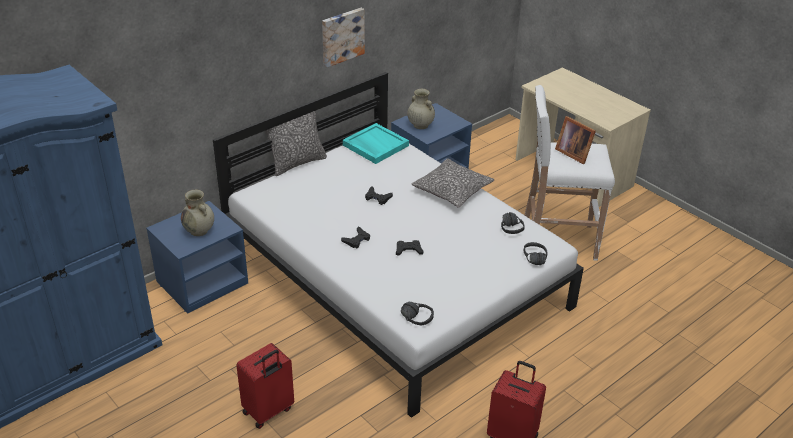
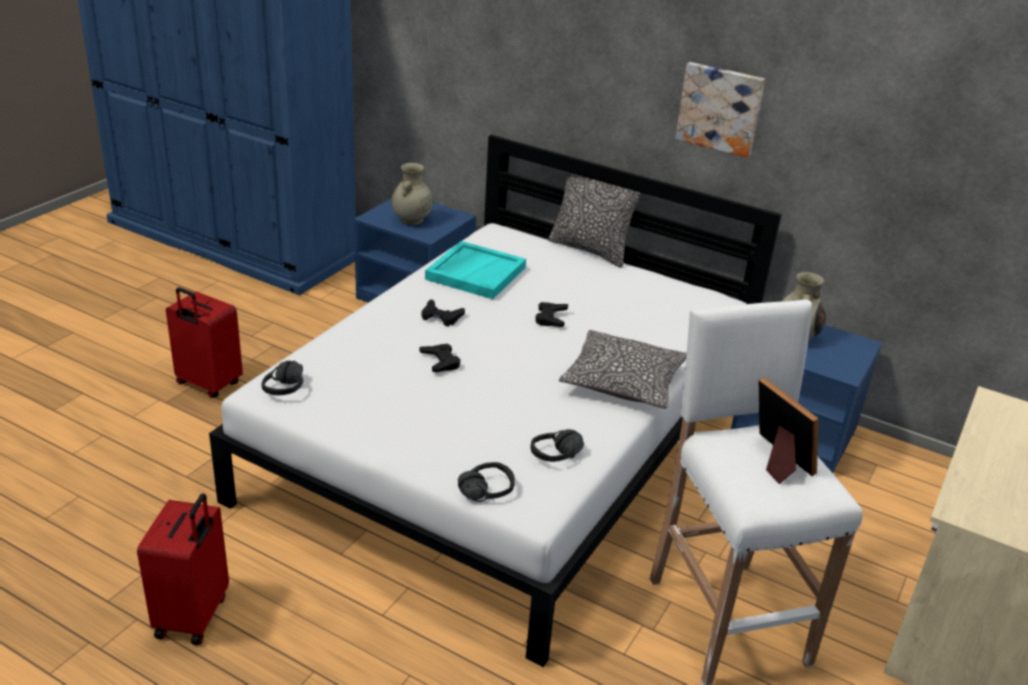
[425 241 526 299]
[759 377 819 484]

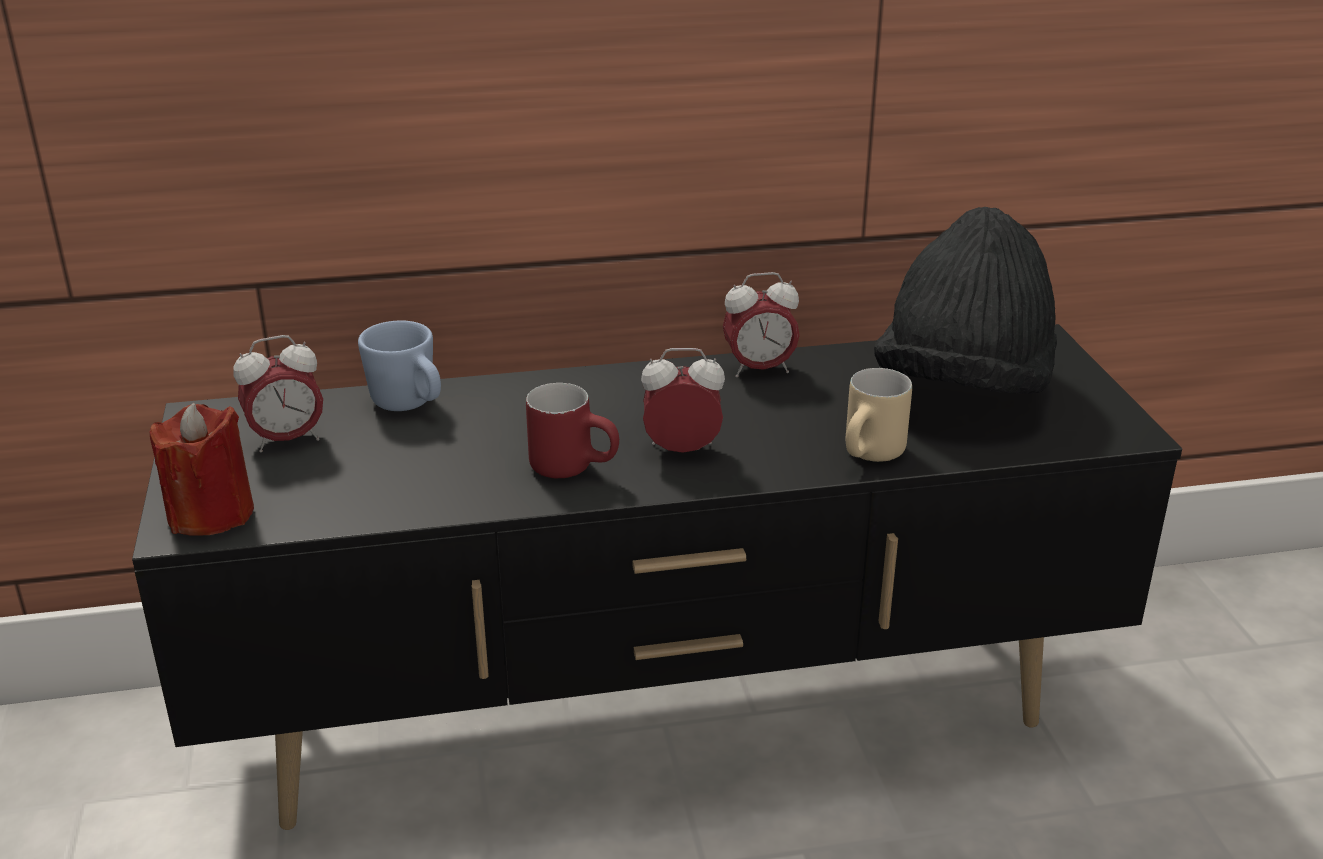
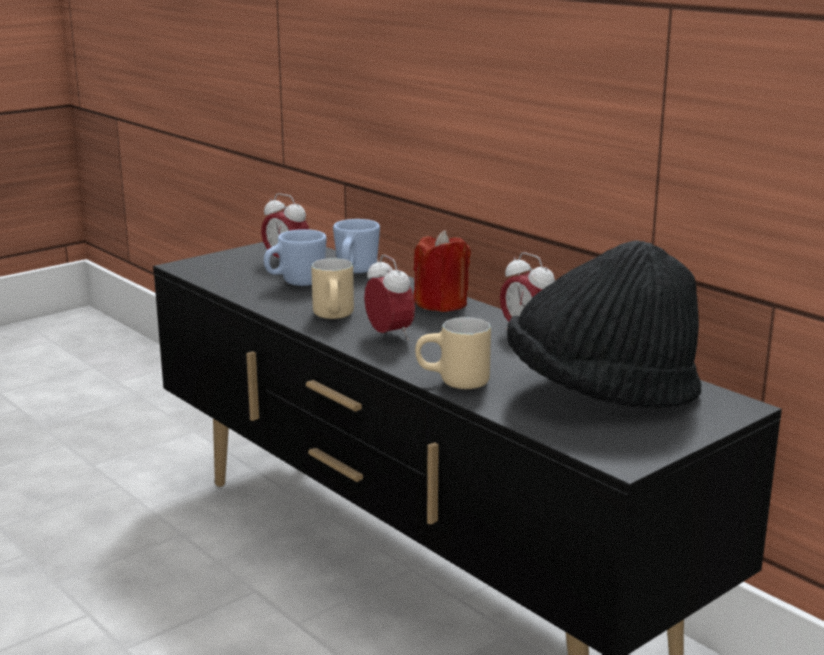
[264 229 327 286]
[414 230 471 312]
[311 258 354 319]

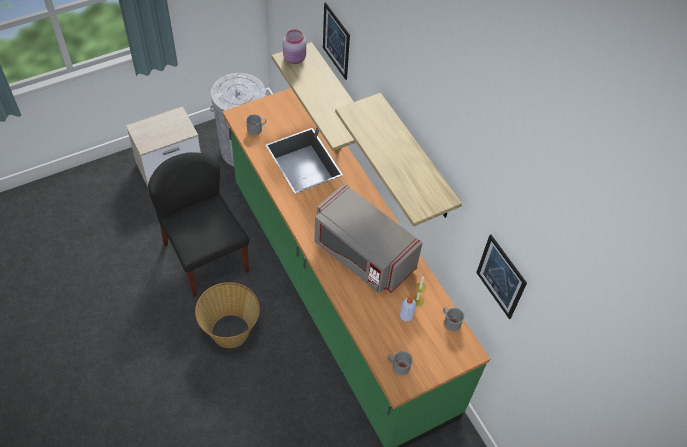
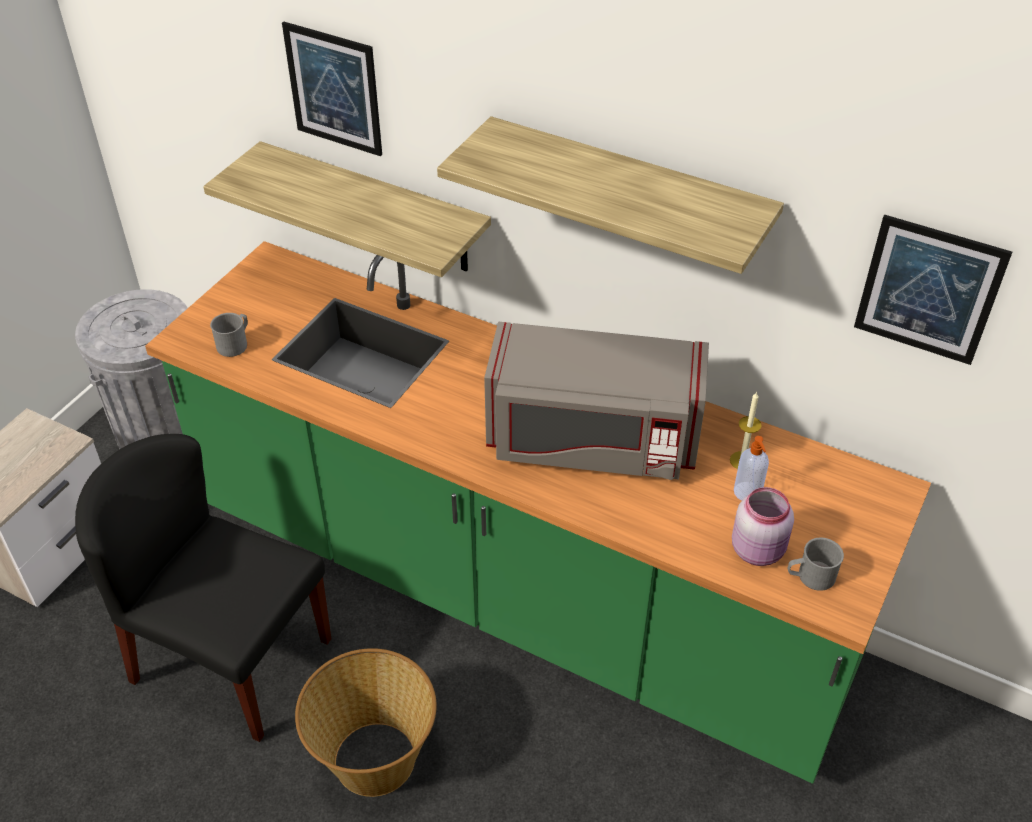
[443 307 464 331] (first image)
[732 487 794 566]

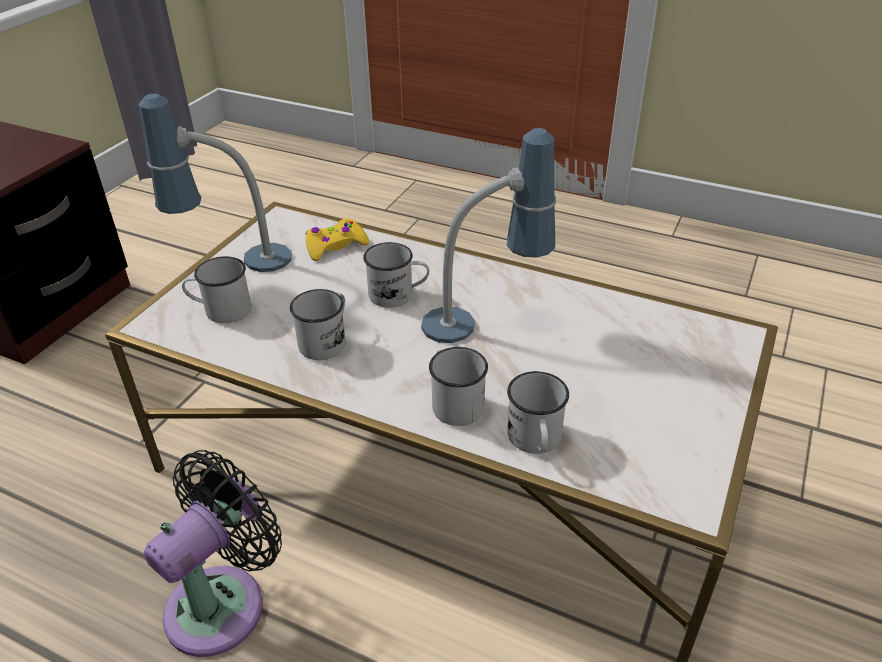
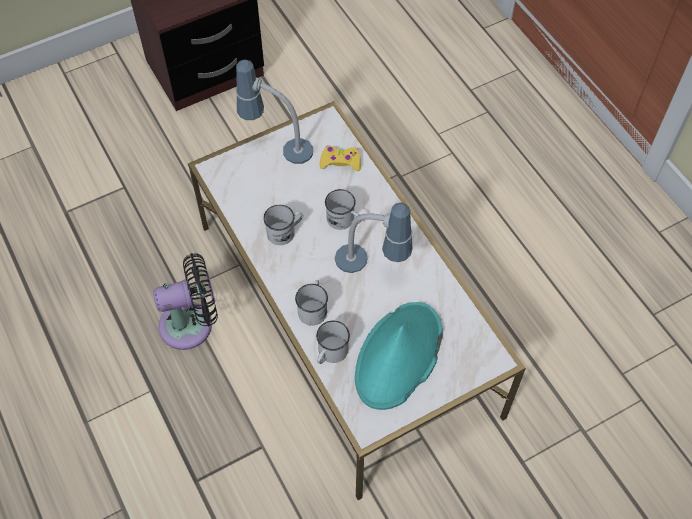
[182 257 251 323] (first image)
[355 302 443 410]

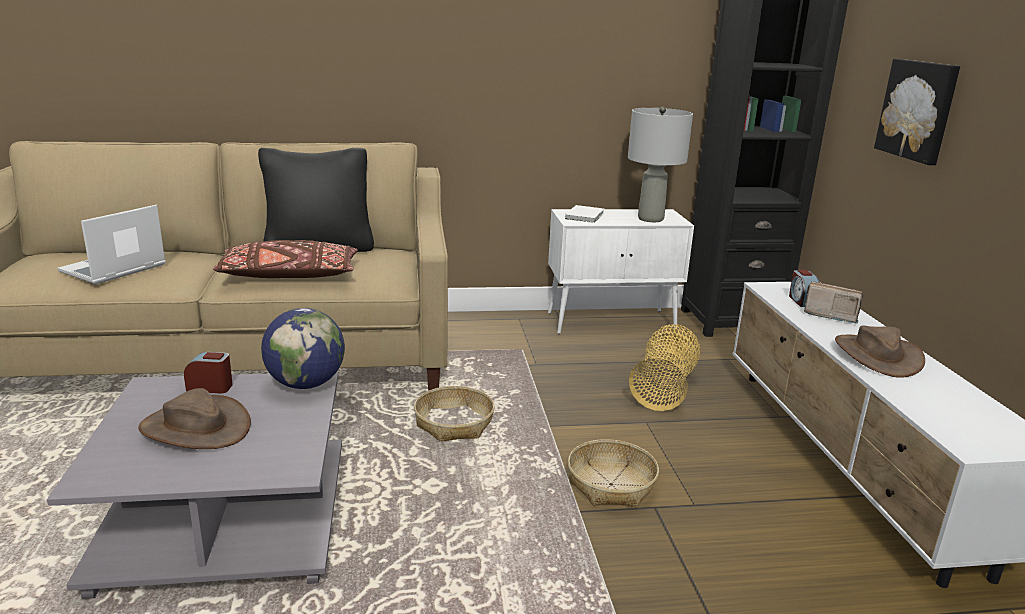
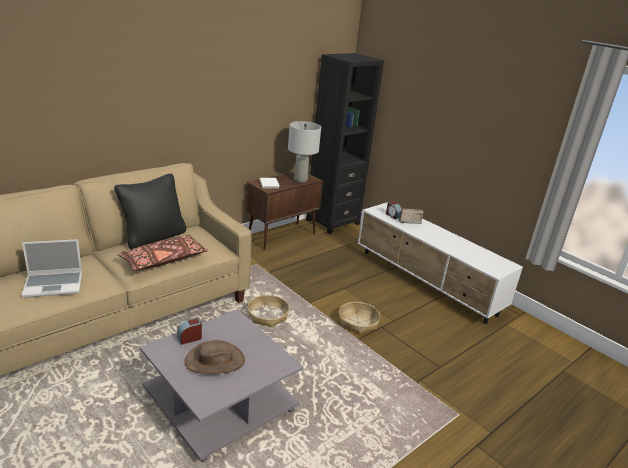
[261 308 345 389] (first image)
[629 324 700 411] (first image)
[835 325 925 378] (first image)
[874 59 960 165] (first image)
[246 172 323 250]
[22 239 82 298]

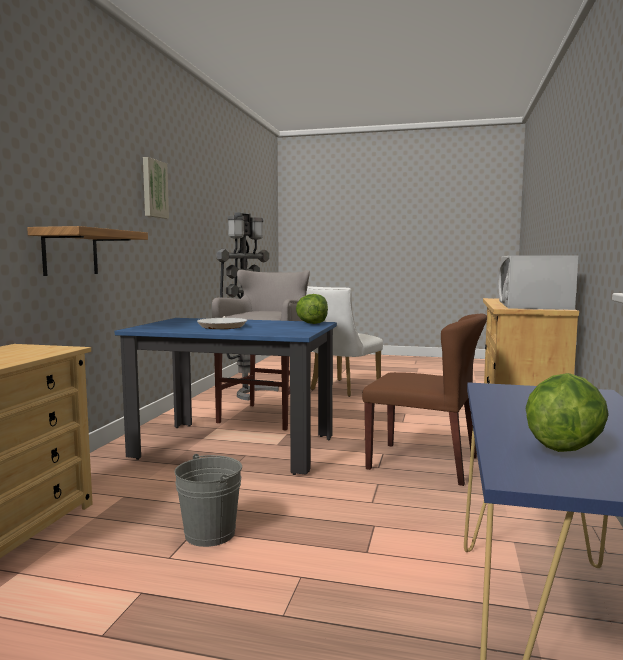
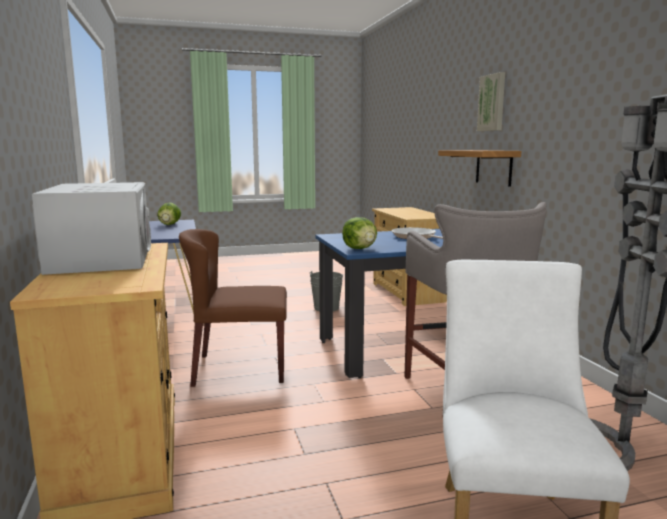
[477 72 505 131]

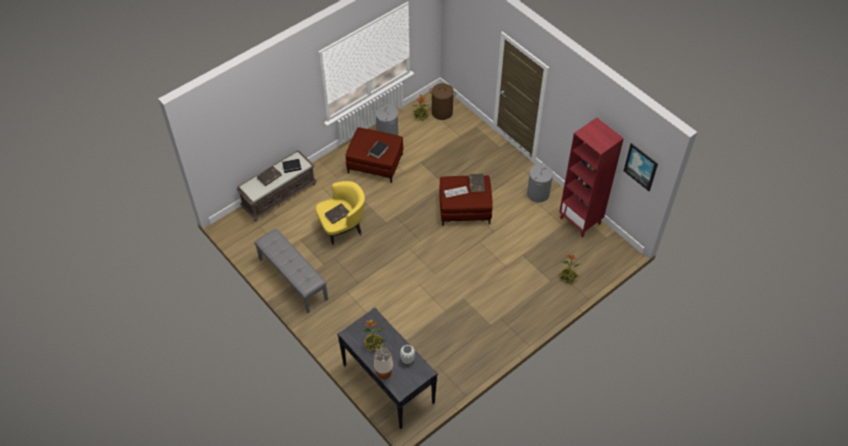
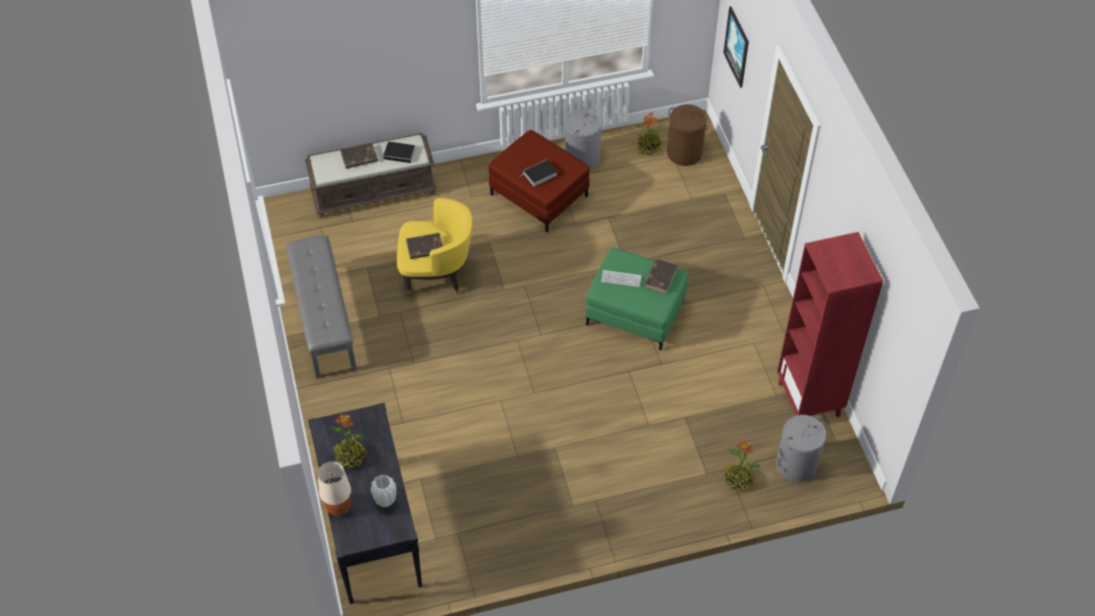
[776 415 826 482]
[723 6 749 88]
[585 248 688 350]

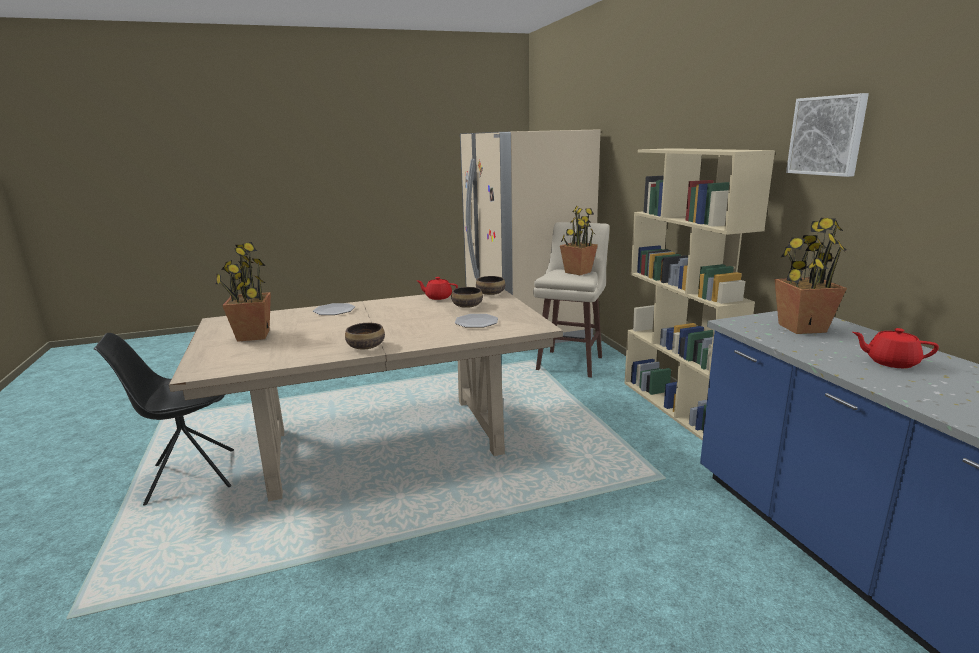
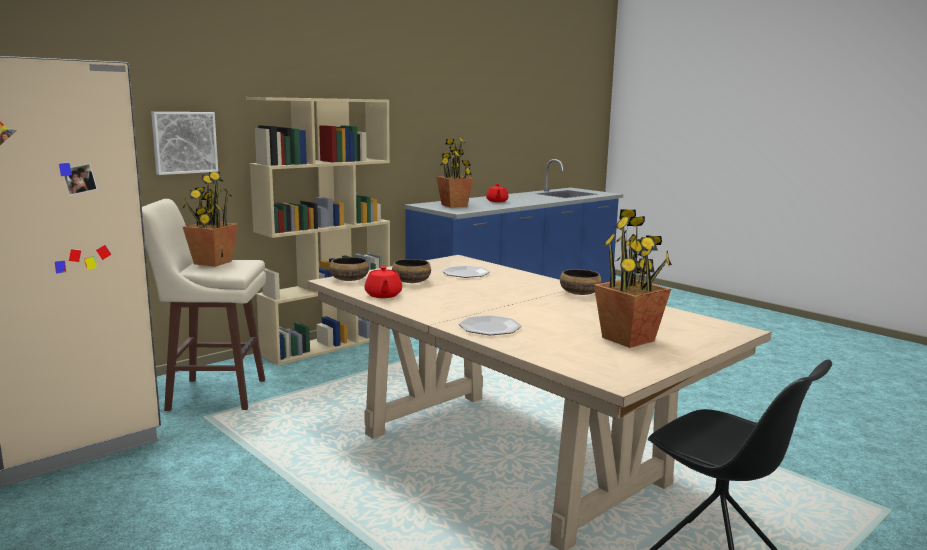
[151 112 218 175]

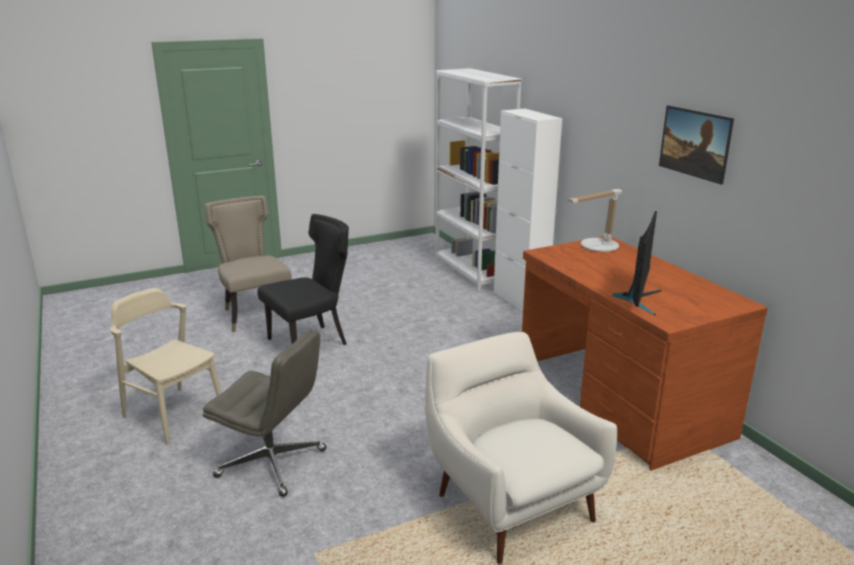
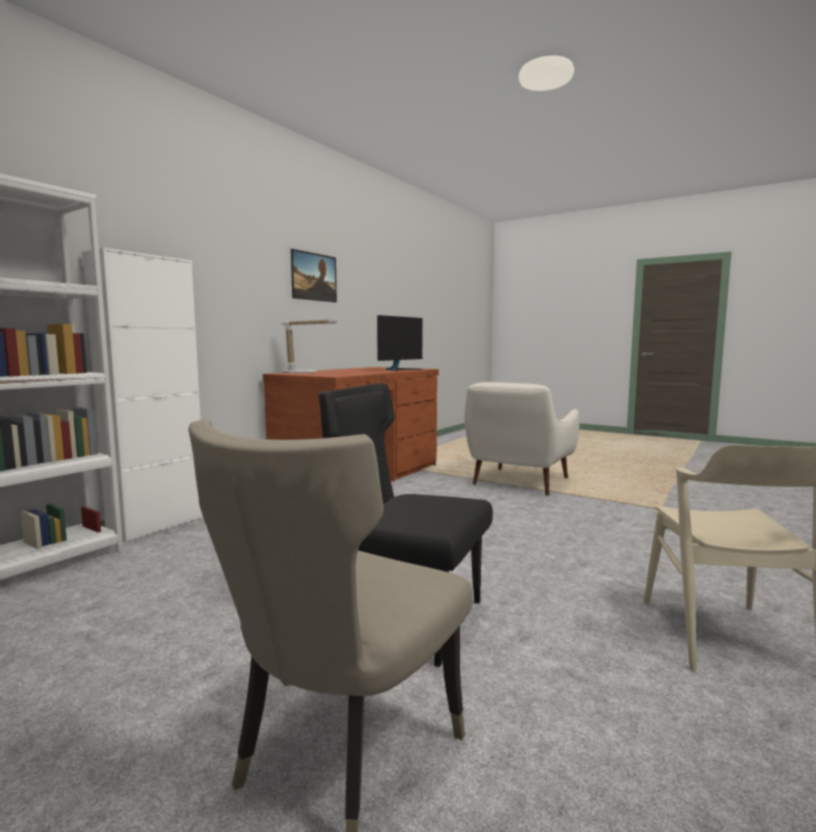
[203 330 327 497] (first image)
[377 315 423 372]

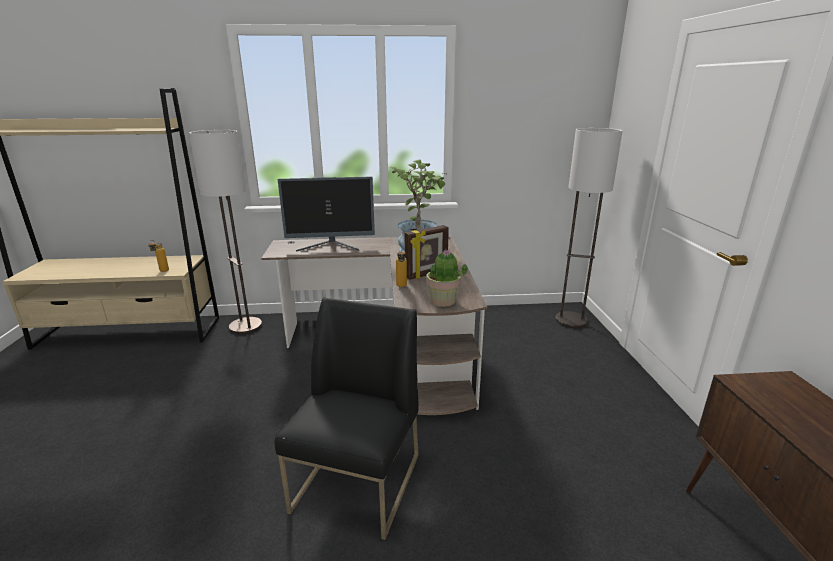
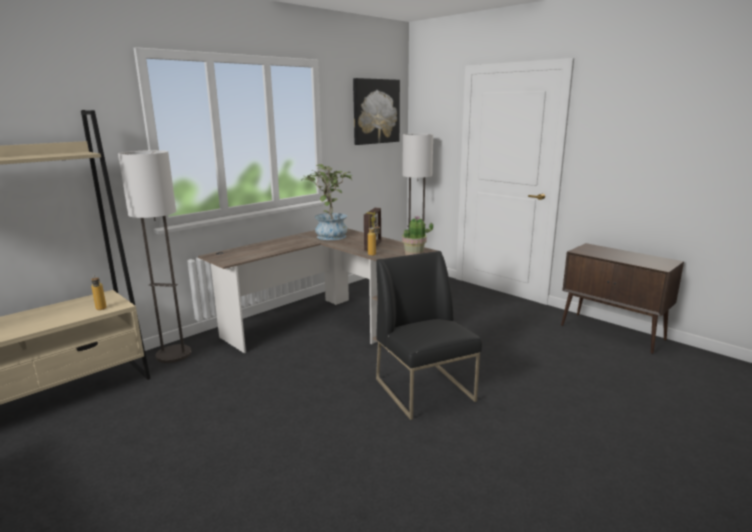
[278 176 375 252] (first image)
[353 78 400 145]

